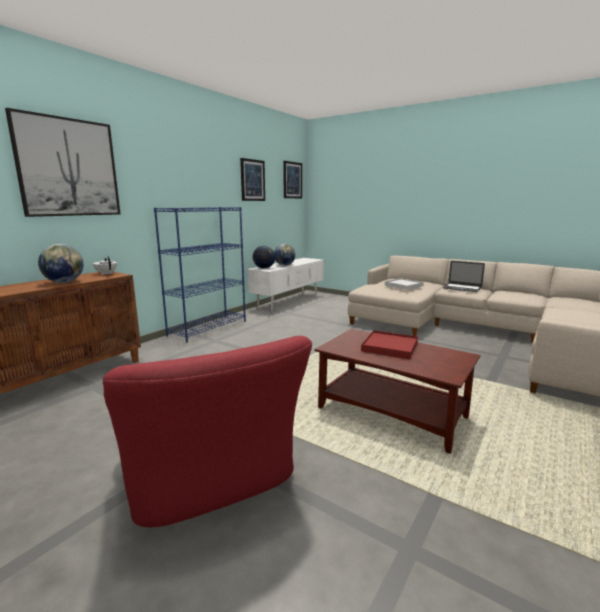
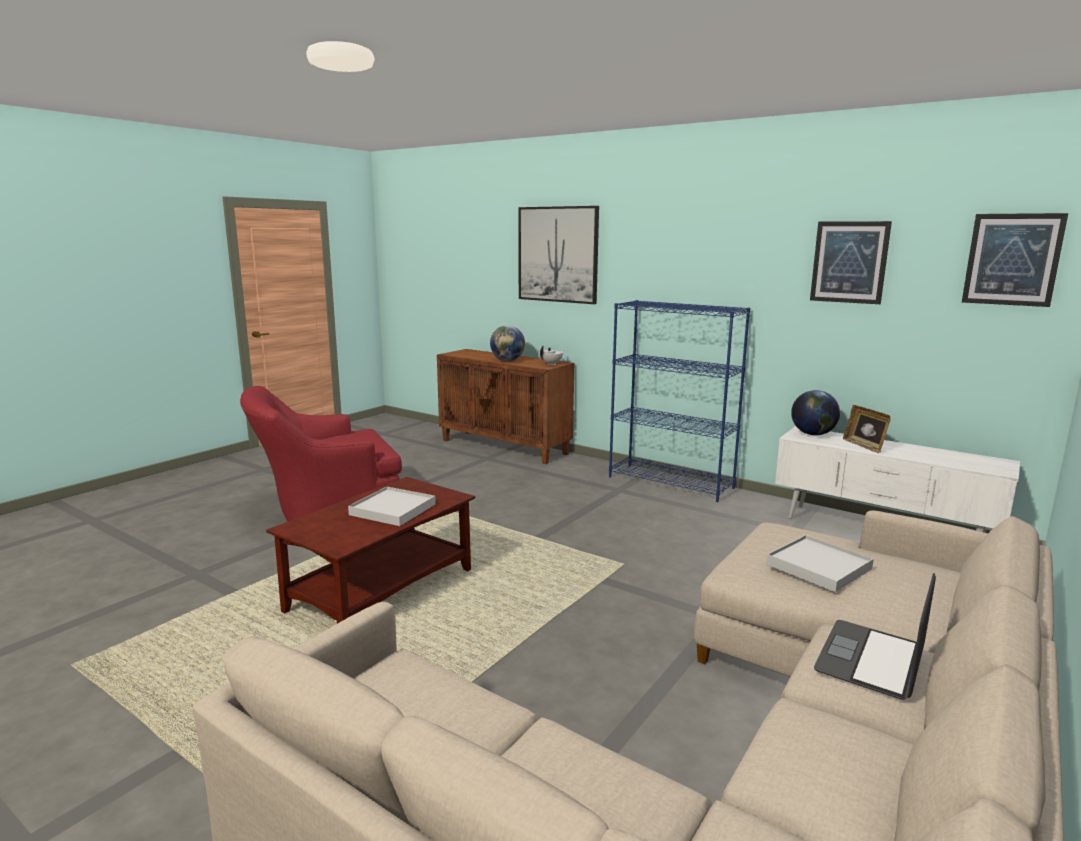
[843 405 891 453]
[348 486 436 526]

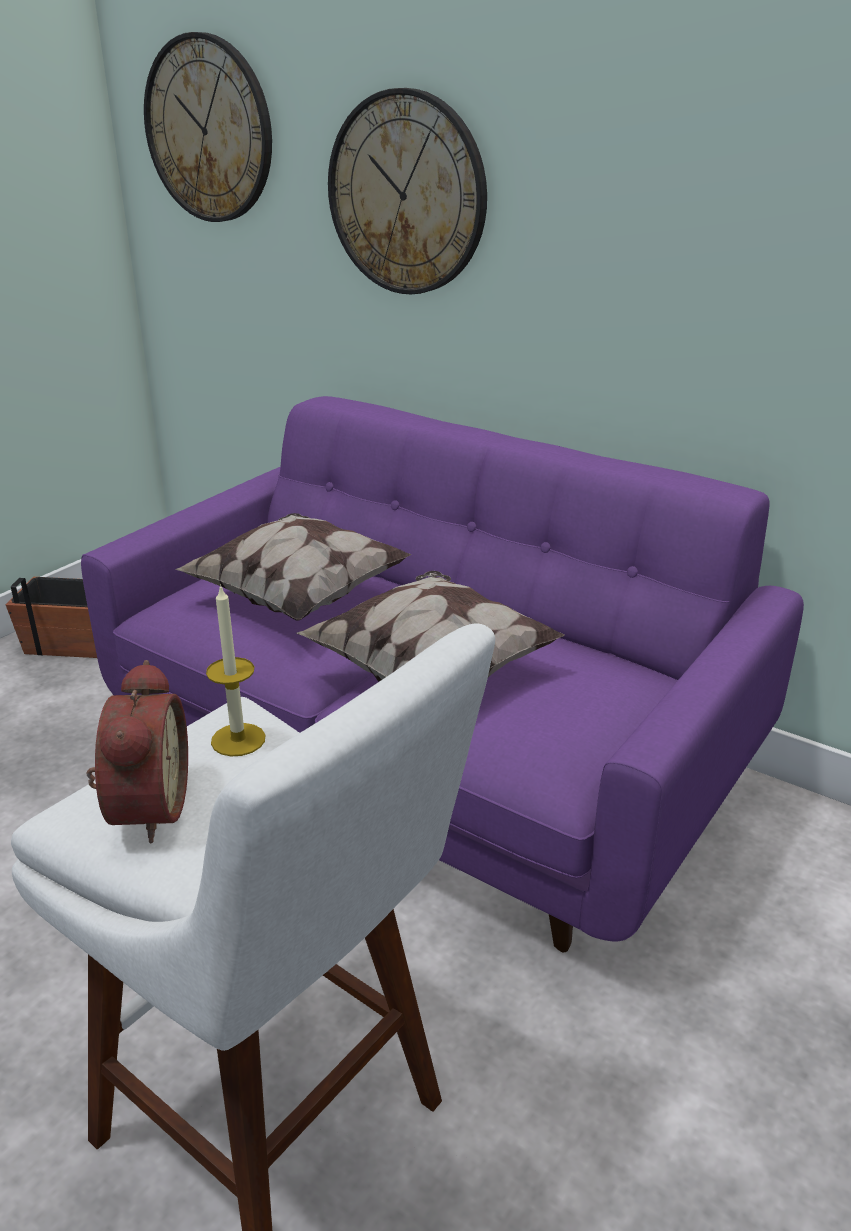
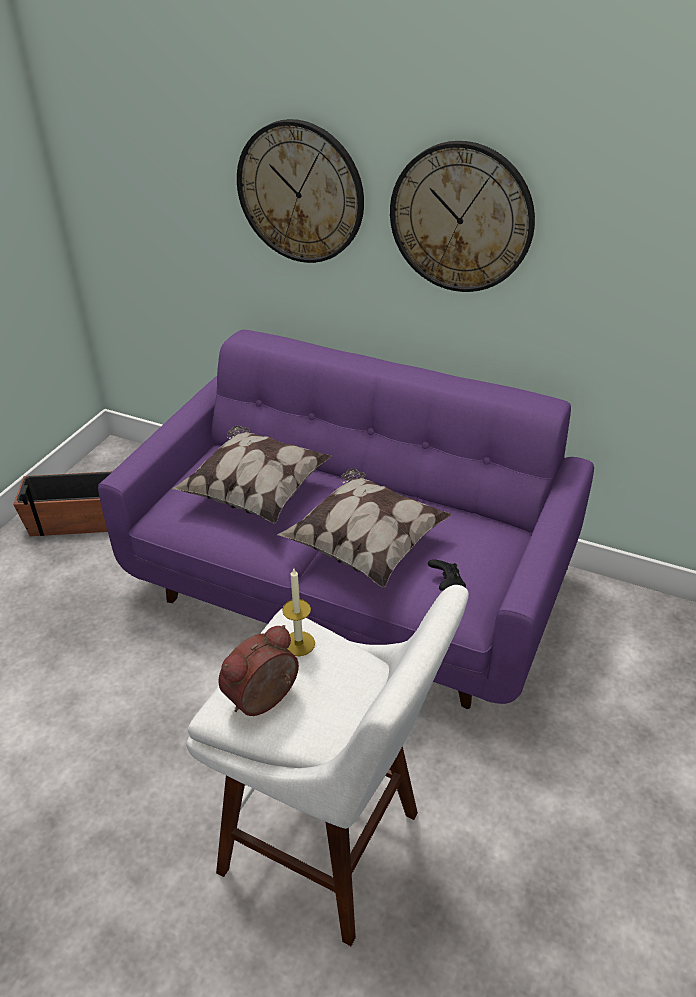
[428 560 466 591]
[390 141 535 292]
[218 625 299 716]

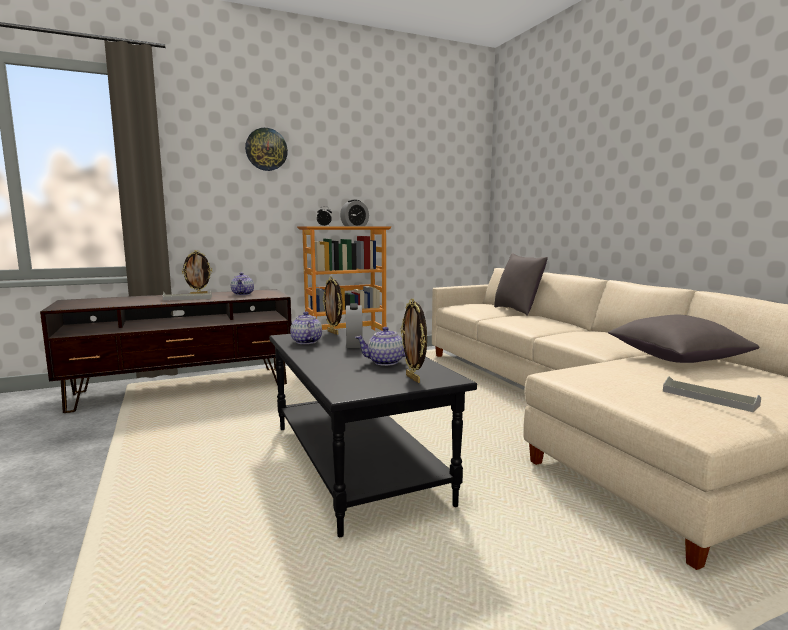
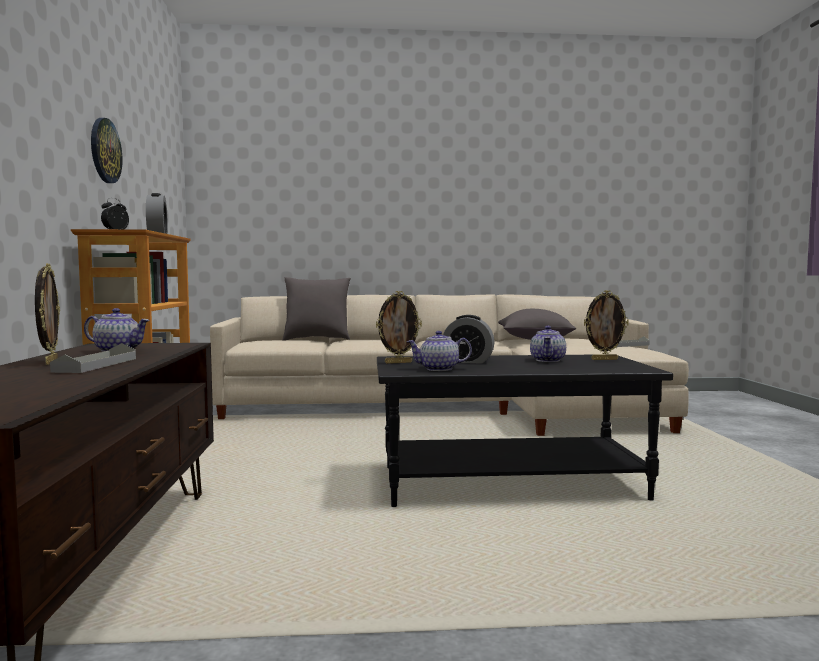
[91 118 122 183]

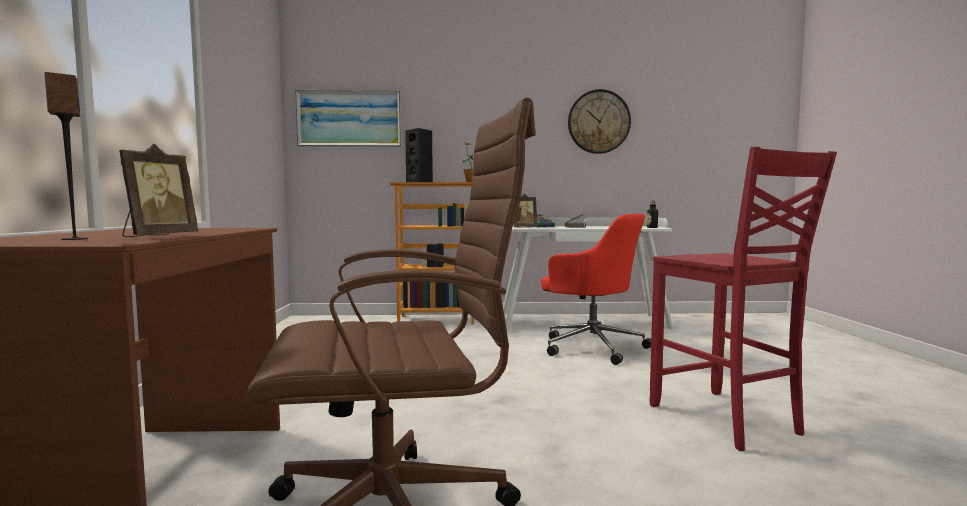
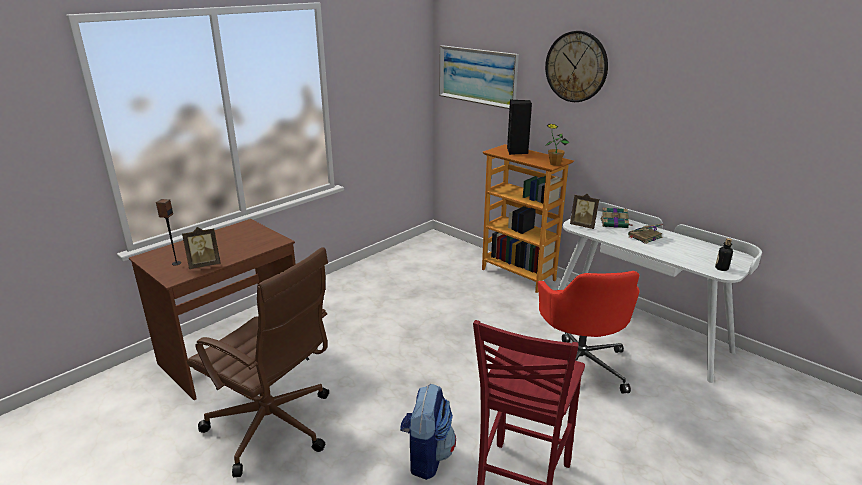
[400 384 456 480]
[545 31 608 102]

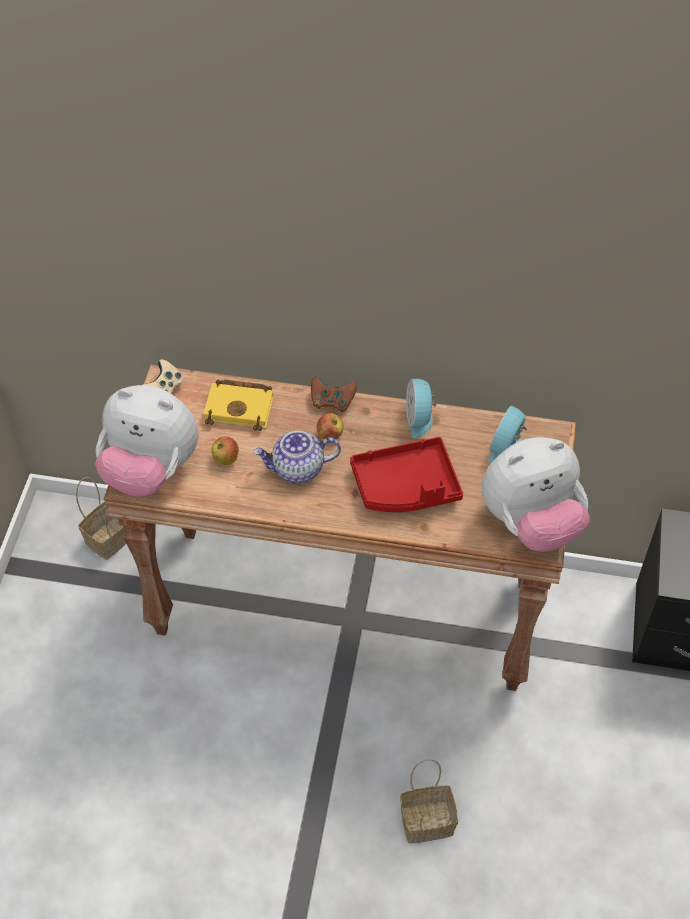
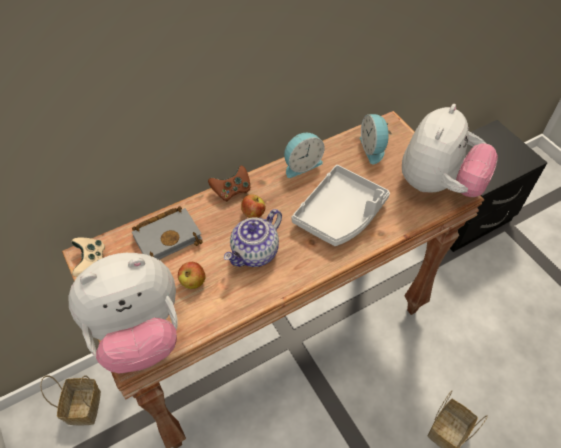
[132 206 203 260]
[292 165 390 246]
[284 133 325 178]

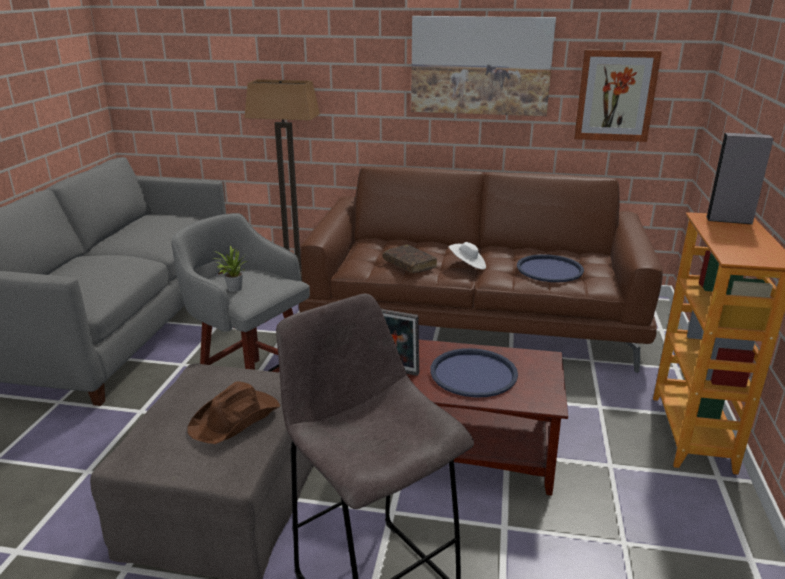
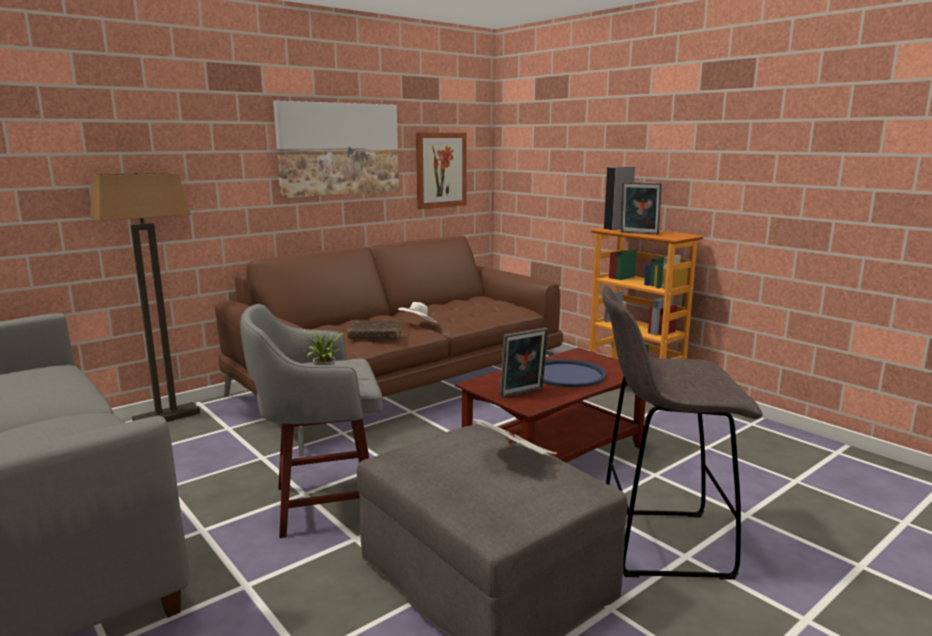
[517 254 584 282] (first image)
[621 182 662 235]
[473 419 557 456]

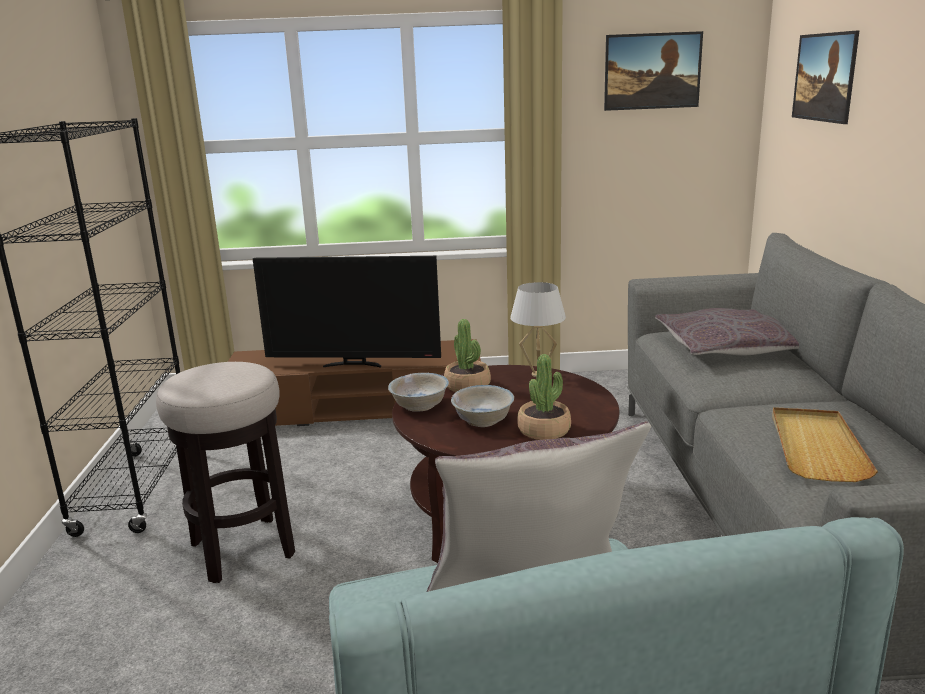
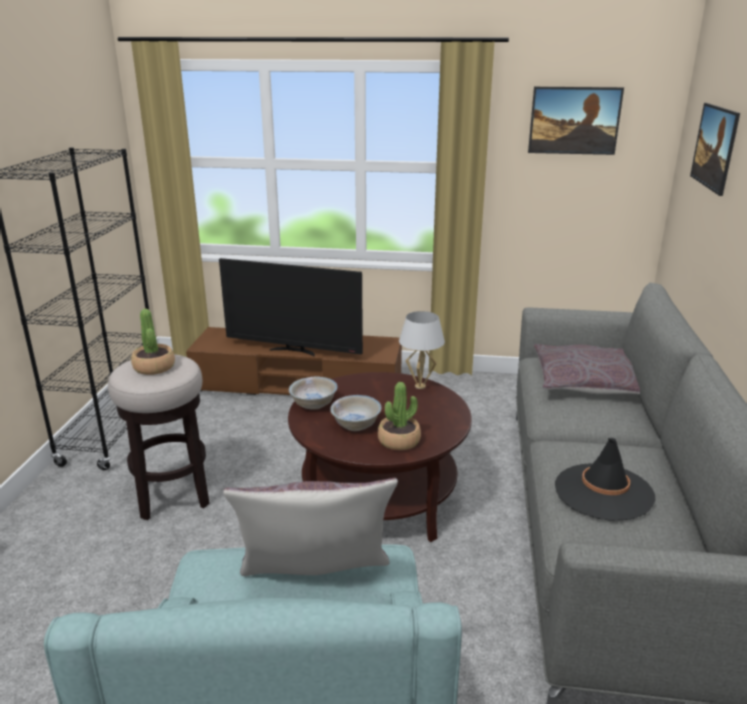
[131 309 175 375]
[555 438 656 521]

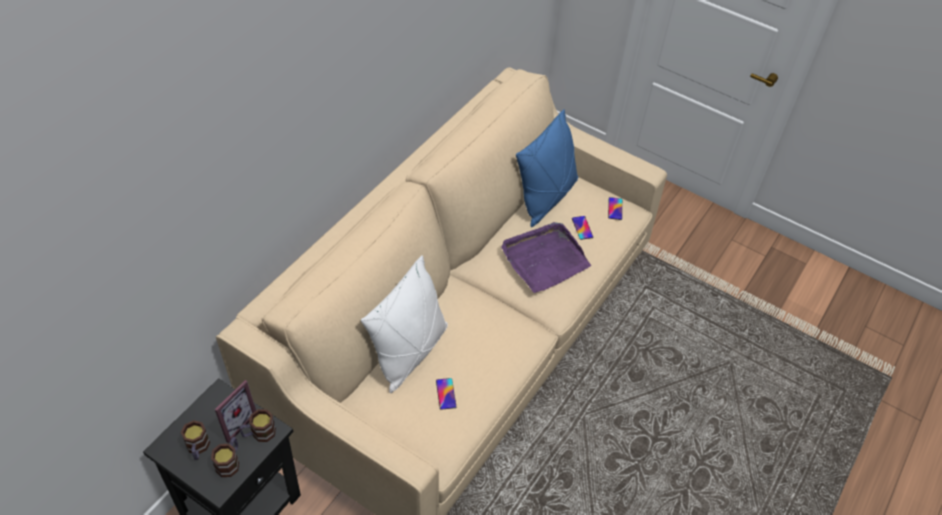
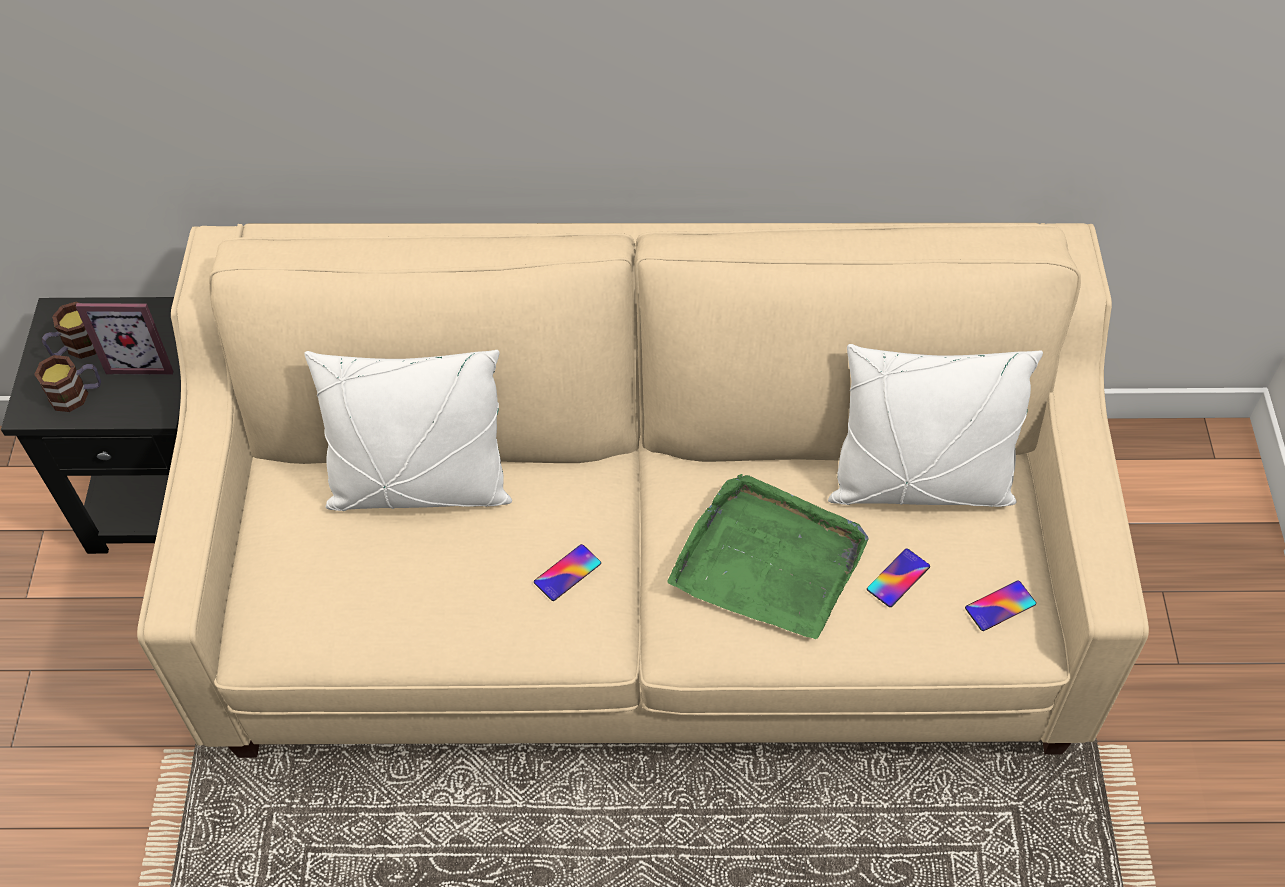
[239 409 276 442] (first image)
[534 544 601 601]
[668 474 869 639]
[828 344 1043 507]

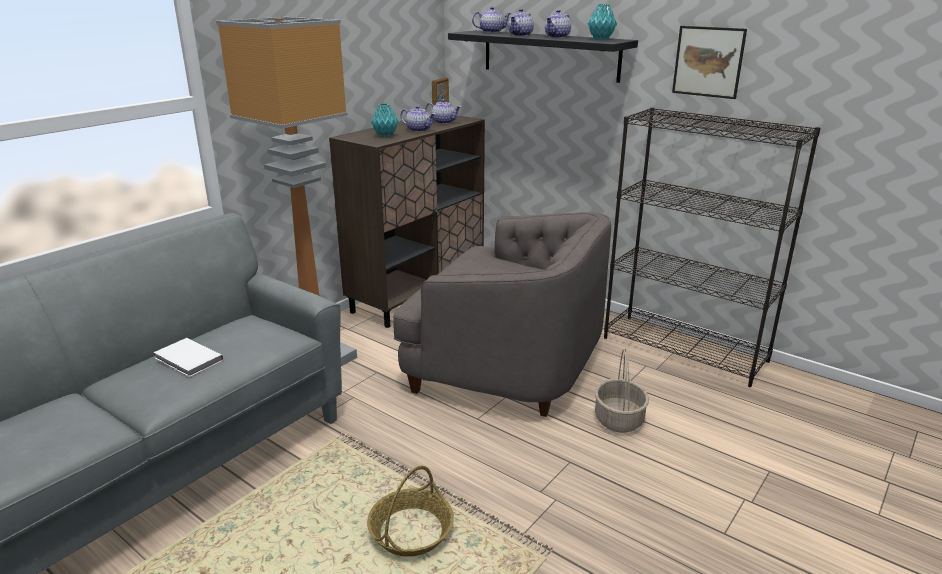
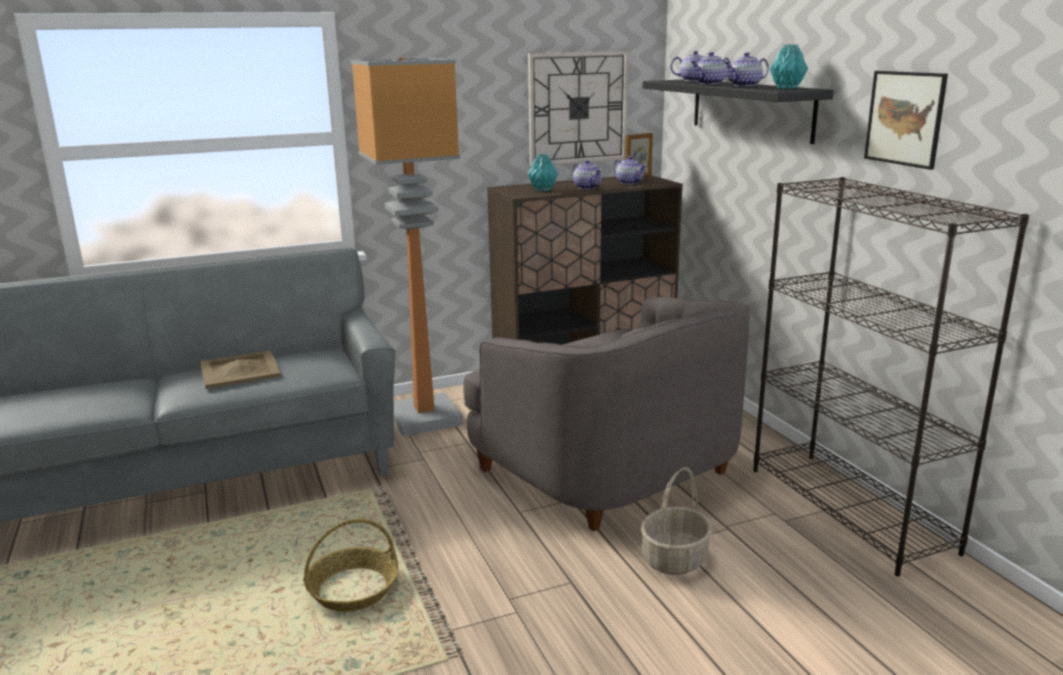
[528 51 629 166]
[200 350 281 389]

